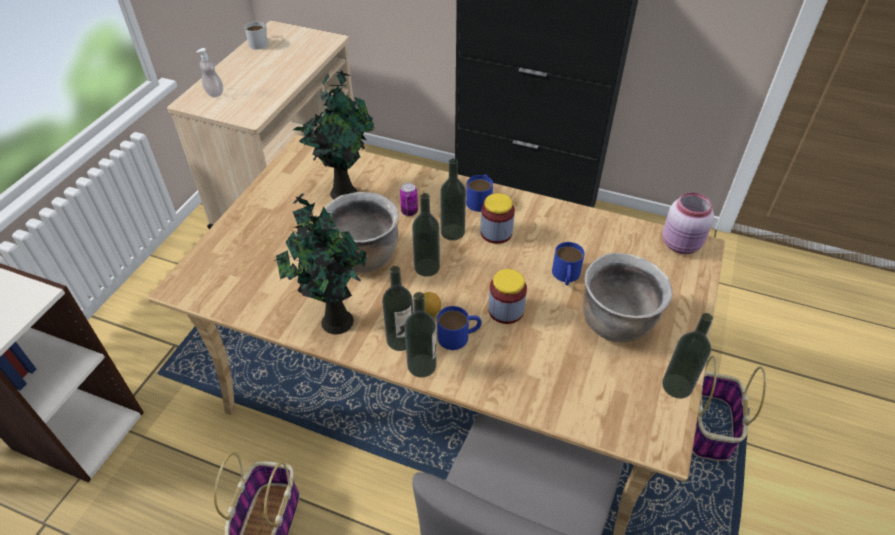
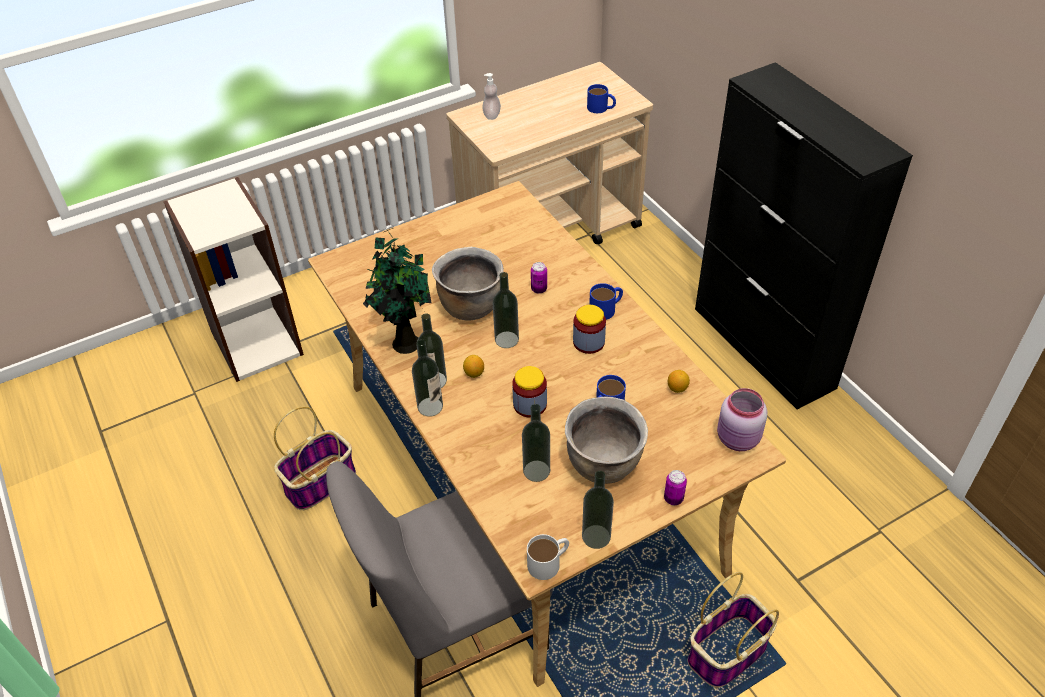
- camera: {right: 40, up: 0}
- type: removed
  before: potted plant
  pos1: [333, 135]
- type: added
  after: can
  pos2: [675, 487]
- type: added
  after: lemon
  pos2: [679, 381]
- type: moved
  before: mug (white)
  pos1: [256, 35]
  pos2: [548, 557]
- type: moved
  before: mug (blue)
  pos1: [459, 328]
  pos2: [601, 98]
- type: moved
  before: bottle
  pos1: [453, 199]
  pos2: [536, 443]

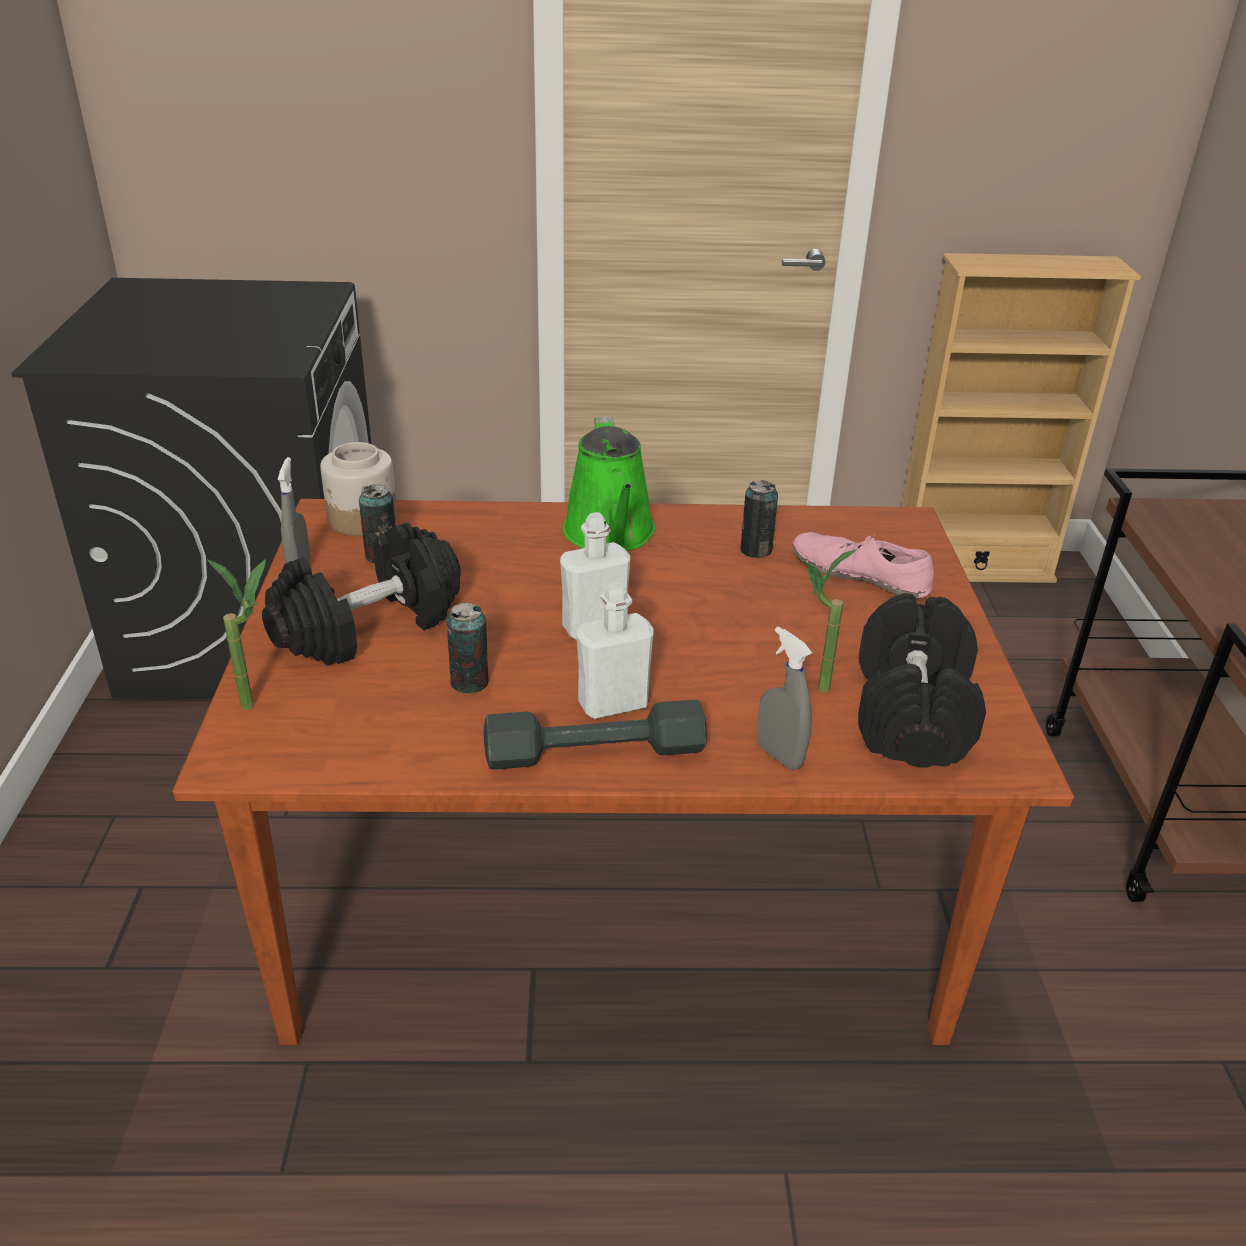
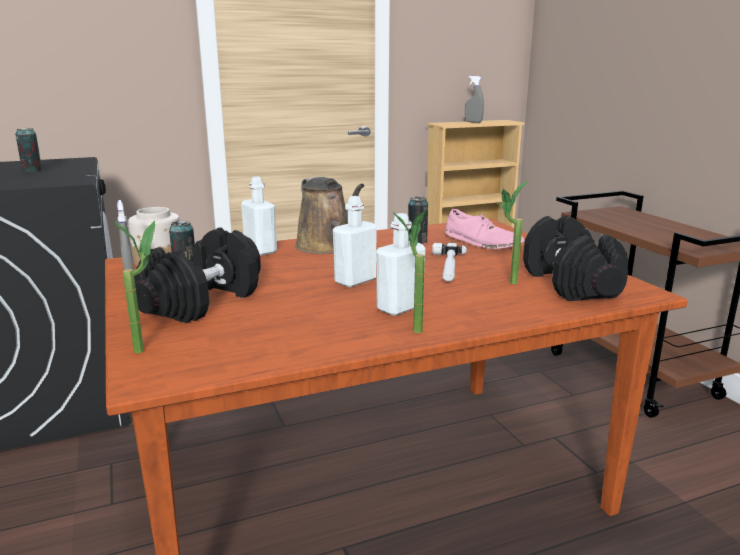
- camera: {right: -20, up: -15}
- type: added
  after: bottle (white)
  pos2: [259, 215]
- type: added
  after: hammer
  pos2: [449, 262]
- type: moved
  before: can
  pos1: [467, 648]
  pos2: [28, 149]
- type: moved
  before: spray bottle (grey)
  pos1: [784, 698]
  pos2: [474, 99]
- type: replaced
  before: dumbbell (grey)
  after: potted plant
  pos1: [595, 735]
  pos2: [409, 271]
- type: recoloured
  before: watering can (green)
  after: watering can (brown)
  pos1: [609, 484]
  pos2: [330, 215]
- type: turned
  before: shoe (pink)
  pos1: [863, 565]
  pos2: [485, 229]
  turn: -150

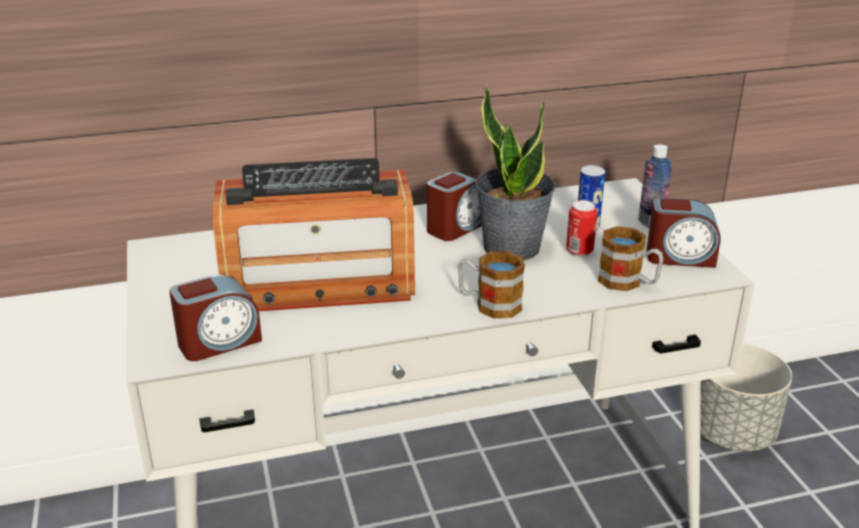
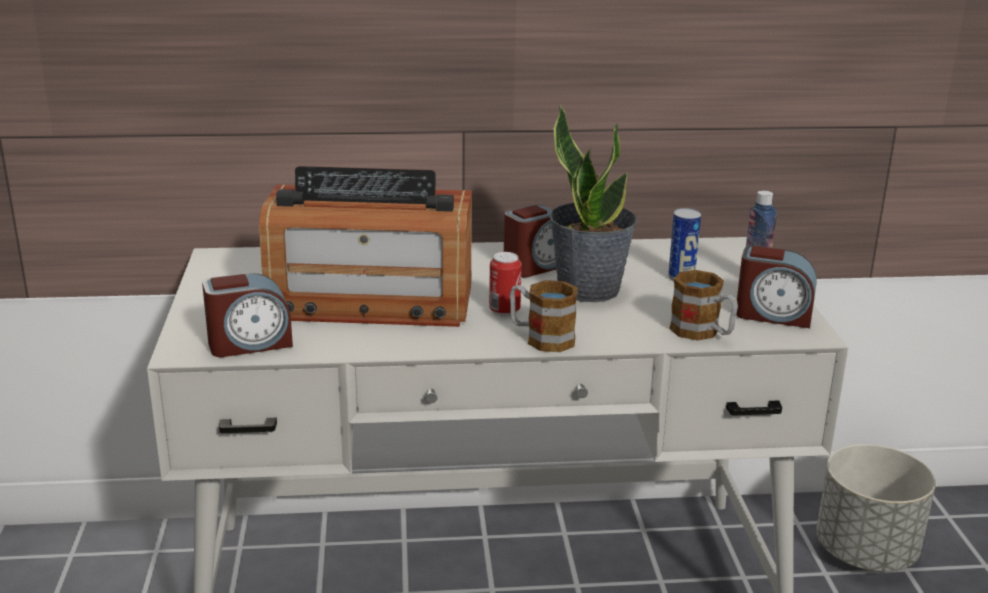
- camera: {right: 10, up: -5}
- type: moved
  before: can
  pos1: [582, 228]
  pos2: [505, 284]

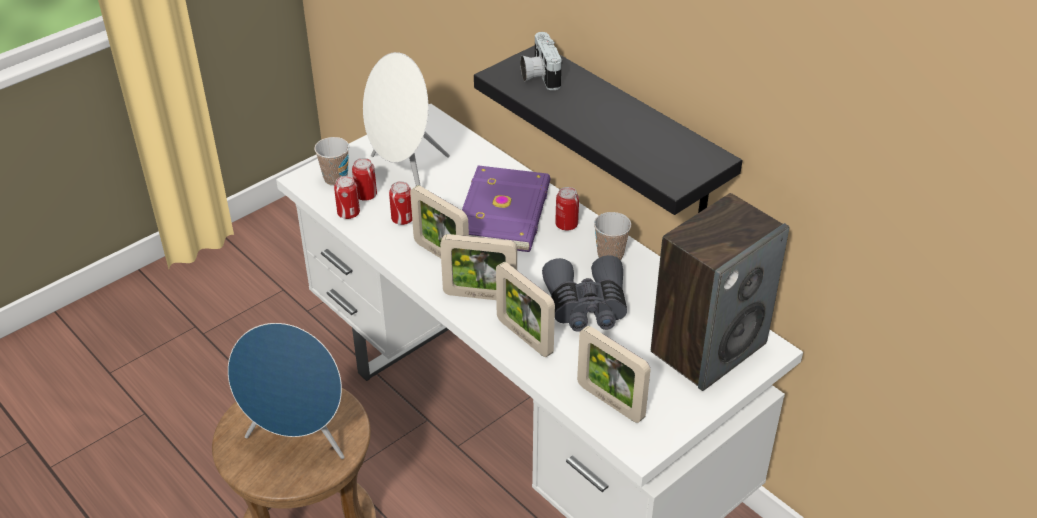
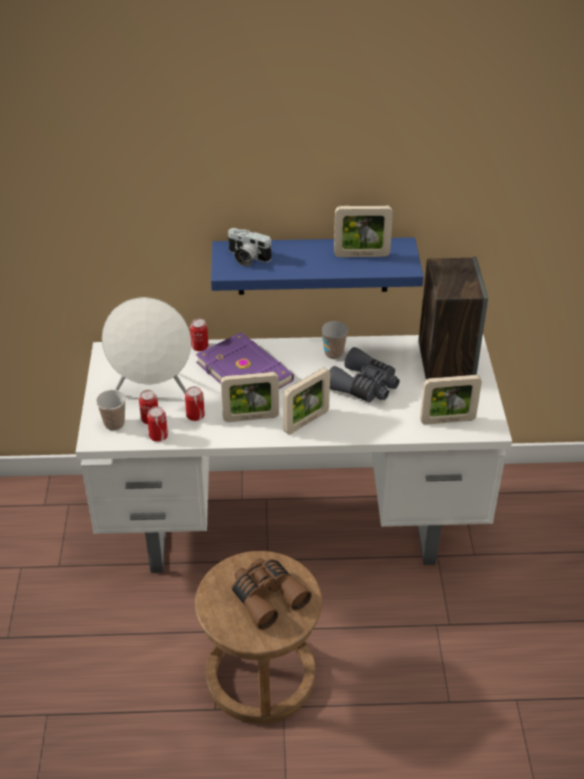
- camera: {right: -50, up: 0}
- type: moved
  before: picture frame
  pos1: [525, 309]
  pos2: [363, 231]
- type: moved
  before: can
  pos1: [567, 209]
  pos2: [199, 335]
- type: replaced
  before: speaker (blue)
  after: binoculars (brown)
  pos1: [286, 391]
  pos2: [272, 594]
- type: recoloured
  before: shelf (black)
  after: shelf (blue)
  pos1: [608, 130]
  pos2: [317, 266]

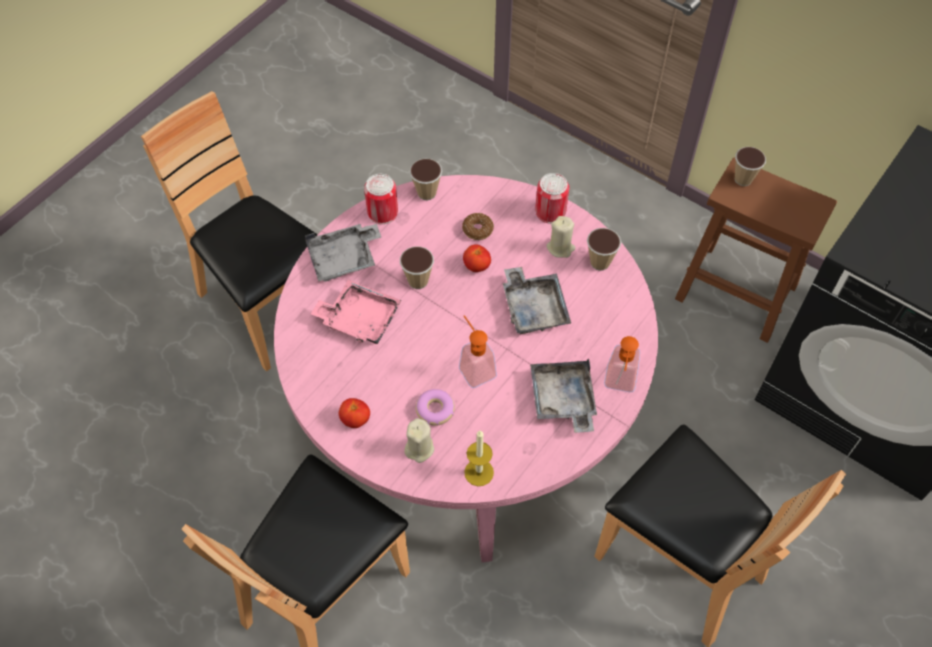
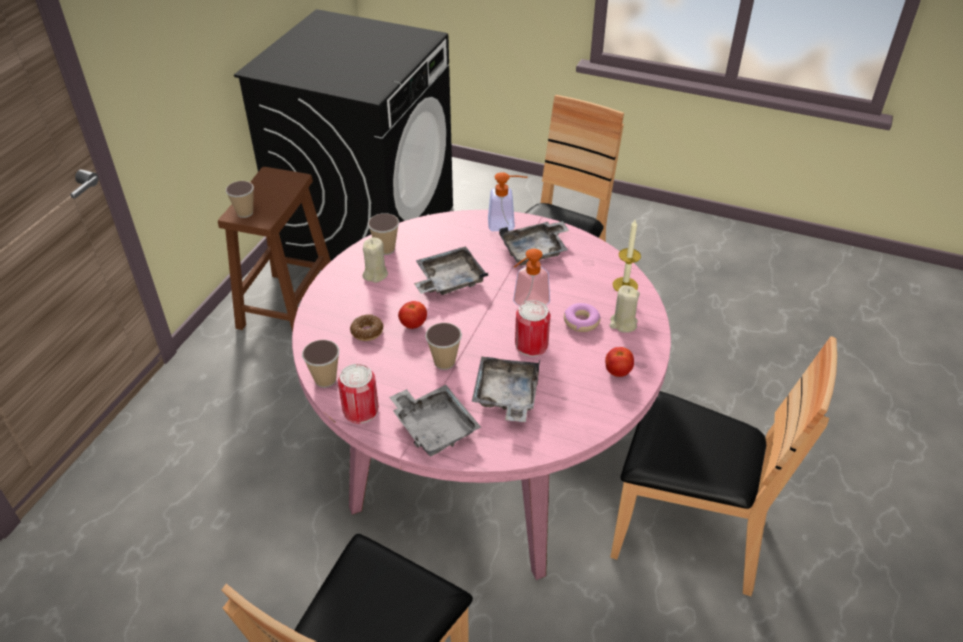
- camera: {right: -105, up: -15}
- type: moved
  before: can
  pos1: [552, 198]
  pos2: [533, 328]
- type: recoloured
  before: tray (pink)
  after: tray (grey)
  pos1: [356, 312]
  pos2: [506, 389]

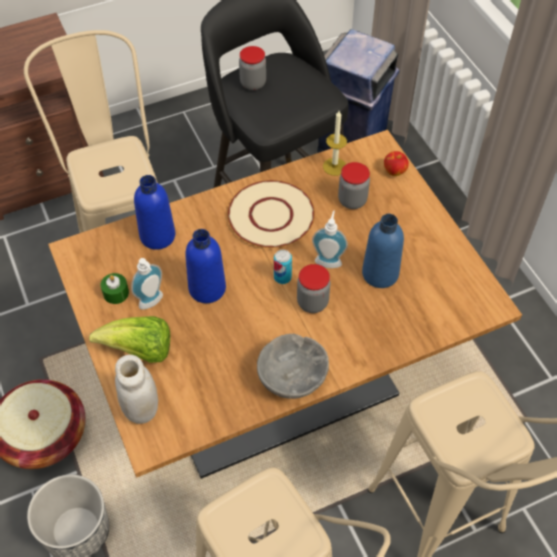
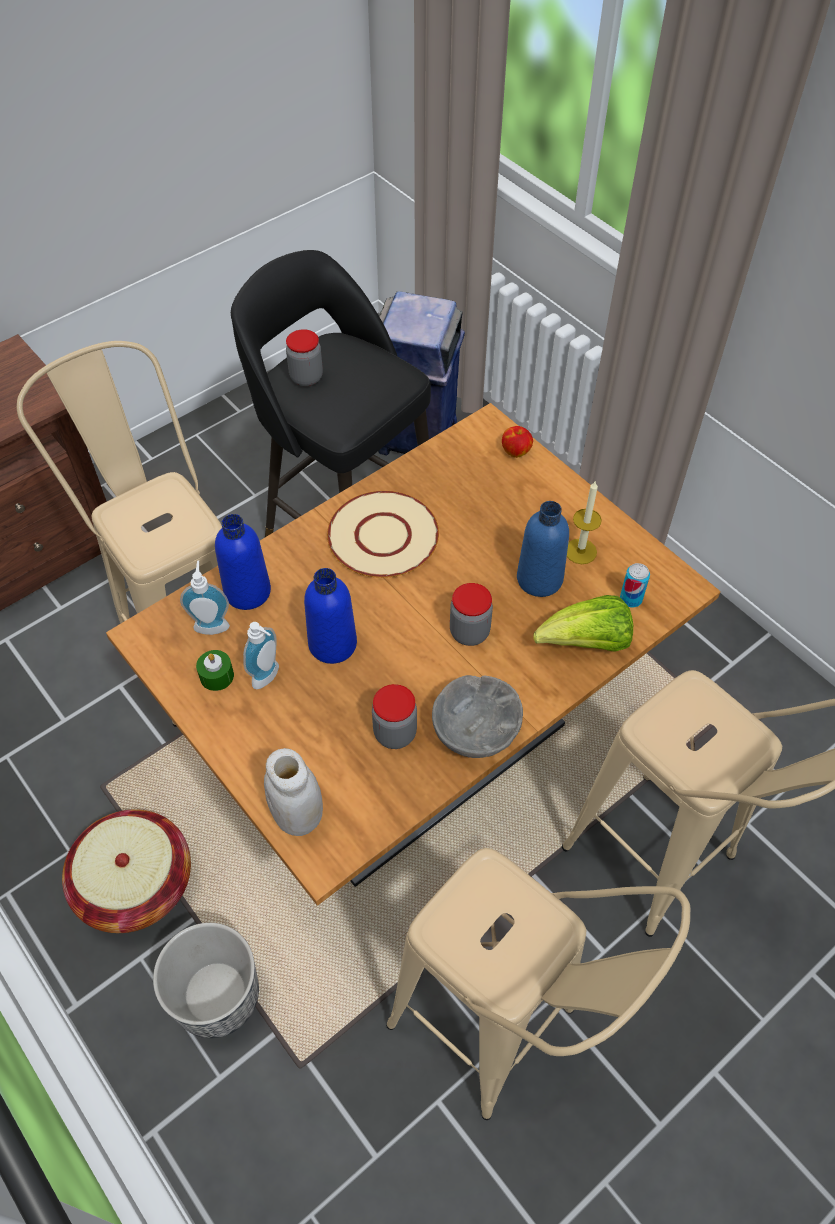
- camera: {right: -15, up: 0}
- type: moved
  before: lettuce
  pos1: [129, 339]
  pos2: [583, 623]
- type: moved
  before: can
  pos1: [283, 267]
  pos2: [635, 585]
- type: moved
  before: soap dispenser
  pos1: [330, 239]
  pos2: [205, 597]
- type: moved
  before: candle
  pos1: [335, 143]
  pos2: [584, 522]
- type: moved
  before: jar
  pos1: [354, 185]
  pos2: [394, 716]

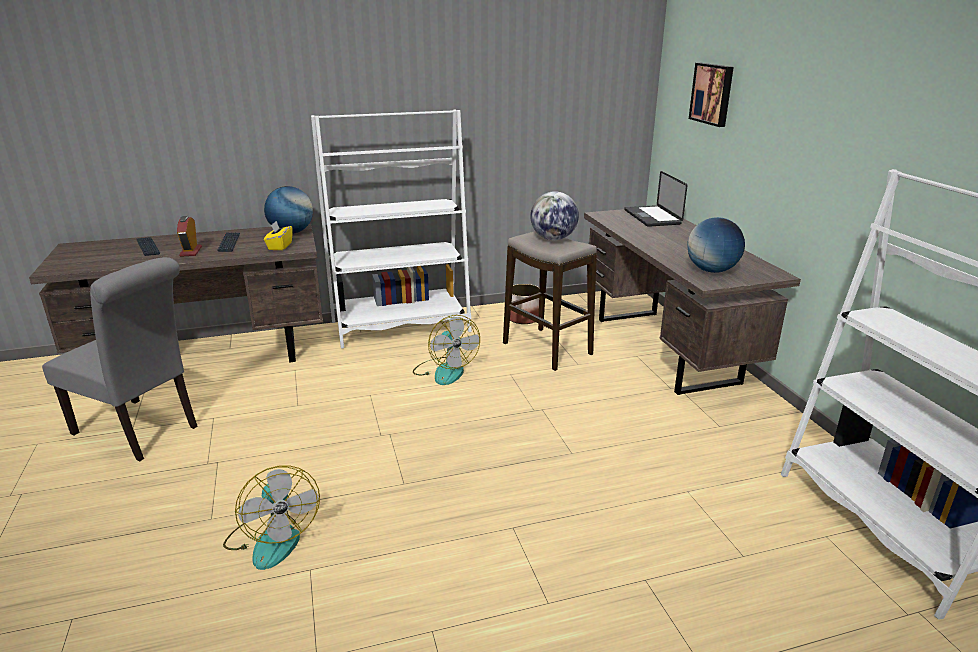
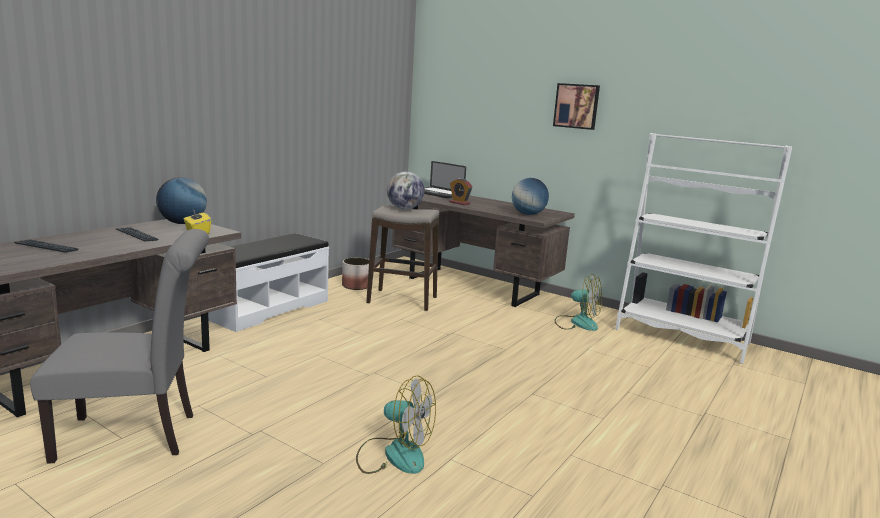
- camera: {right: -40, up: -10}
- type: moved
  before: alarm clock
  pos1: [189, 236]
  pos2: [461, 191]
- type: moved
  before: fan
  pos1: [446, 350]
  pos2: [578, 302]
- type: moved
  before: picture
  pos1: [711, 95]
  pos2: [576, 106]
- type: replaced
  before: bookcase (white)
  after: bench (white)
  pos1: [391, 229]
  pos2: [268, 282]

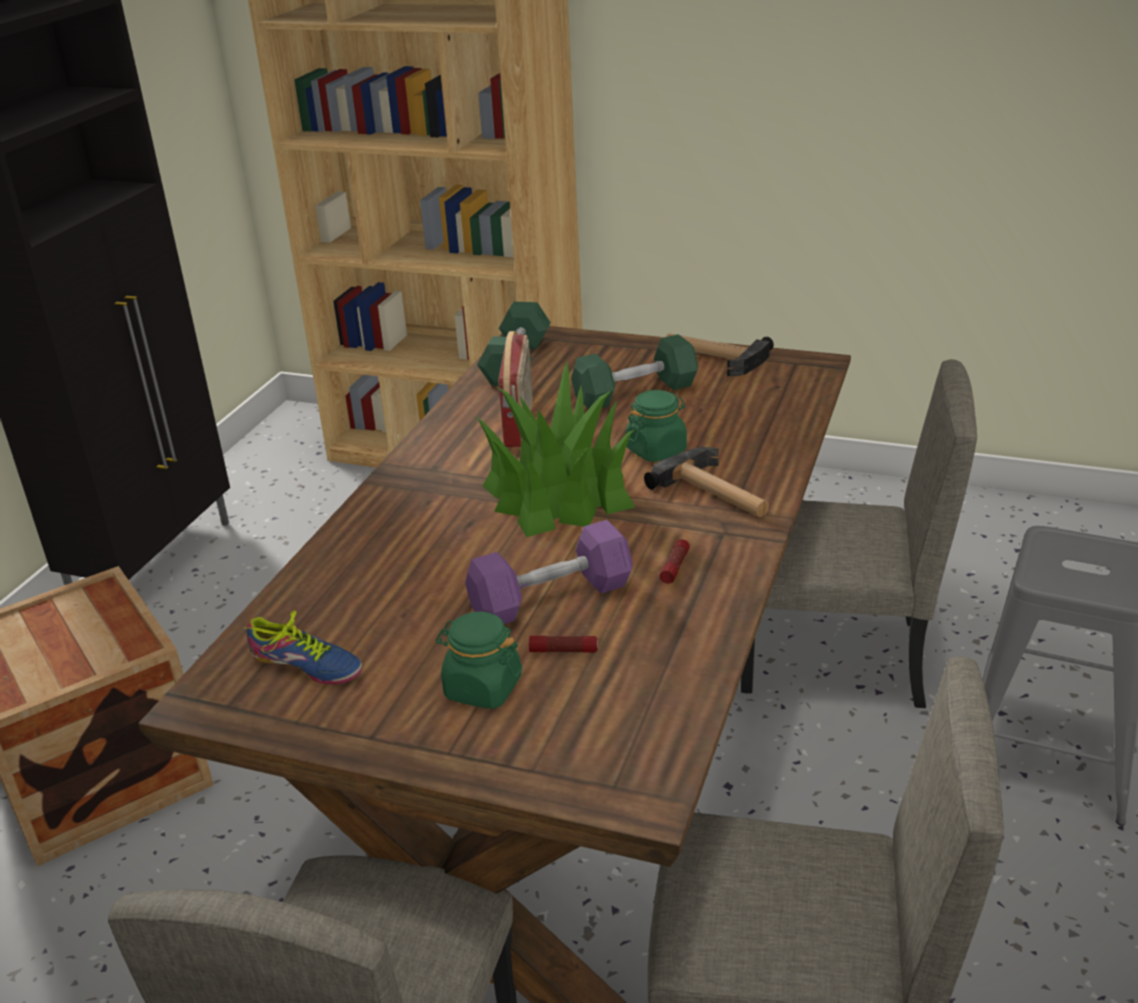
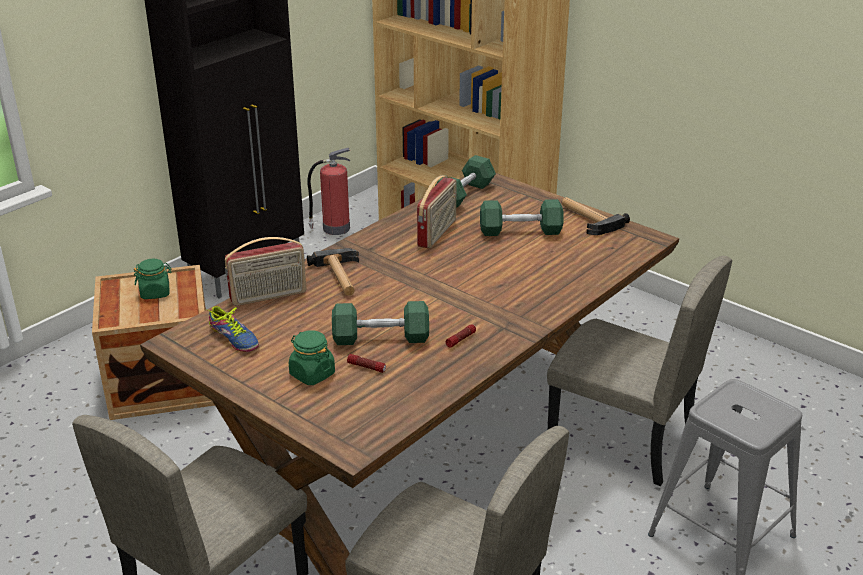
- camera: {right: 20, up: 0}
- type: removed
  before: potted plant
  pos1: [555, 449]
- type: added
  after: radio
  pos2: [265, 271]
- type: added
  after: fire extinguisher
  pos2: [328, 191]
- type: moved
  before: jar (green)
  pos1: [656, 426]
  pos2: [153, 278]
- type: moved
  before: hammer
  pos1: [706, 482]
  pos2: [333, 271]
- type: recoloured
  before: dumbbell (purple)
  after: dumbbell (green)
  pos1: [549, 572]
  pos2: [380, 323]

